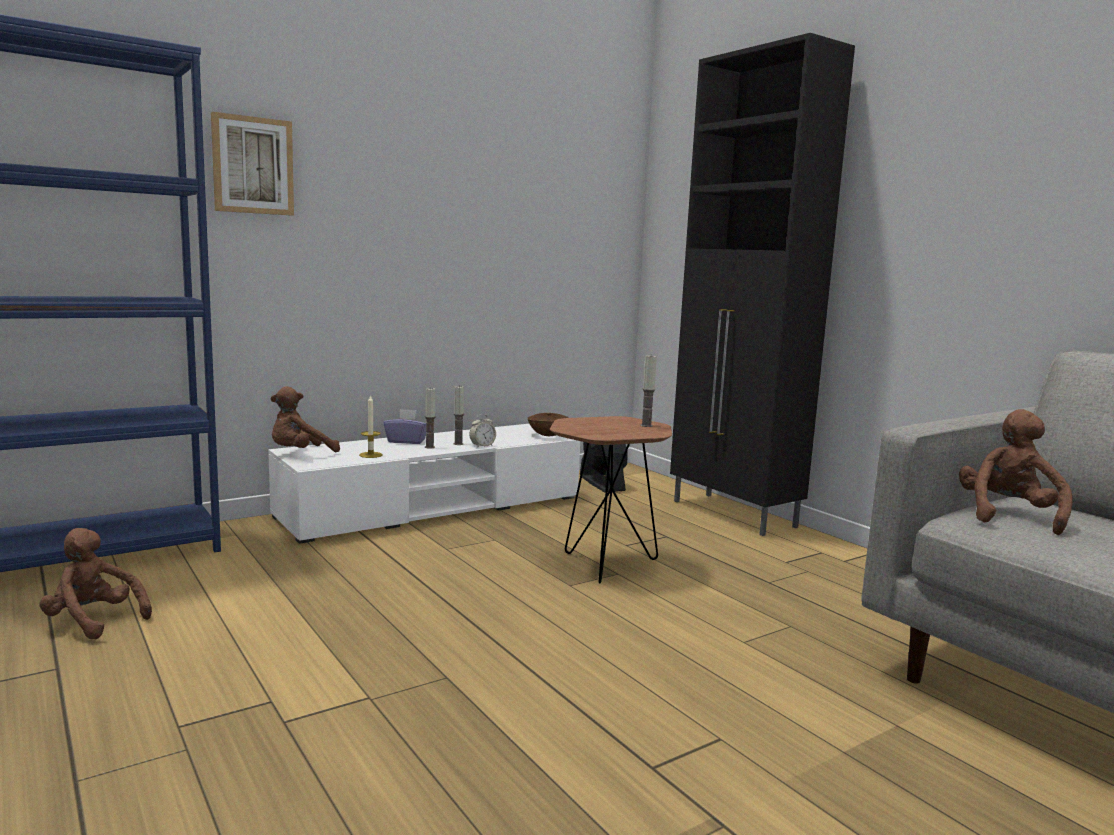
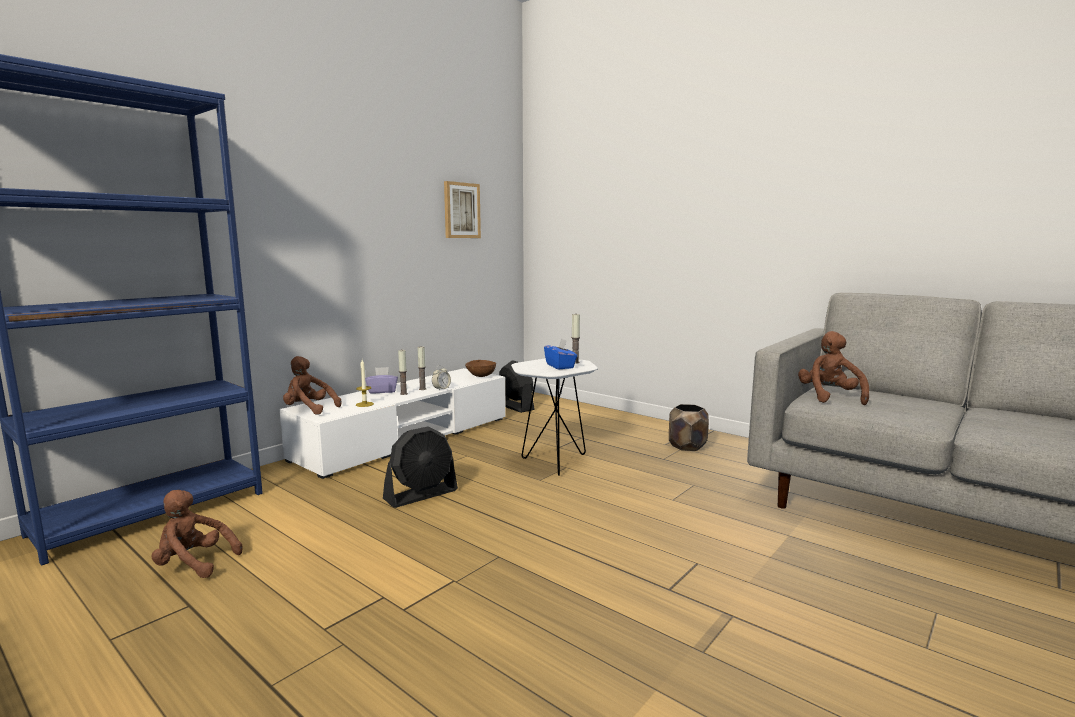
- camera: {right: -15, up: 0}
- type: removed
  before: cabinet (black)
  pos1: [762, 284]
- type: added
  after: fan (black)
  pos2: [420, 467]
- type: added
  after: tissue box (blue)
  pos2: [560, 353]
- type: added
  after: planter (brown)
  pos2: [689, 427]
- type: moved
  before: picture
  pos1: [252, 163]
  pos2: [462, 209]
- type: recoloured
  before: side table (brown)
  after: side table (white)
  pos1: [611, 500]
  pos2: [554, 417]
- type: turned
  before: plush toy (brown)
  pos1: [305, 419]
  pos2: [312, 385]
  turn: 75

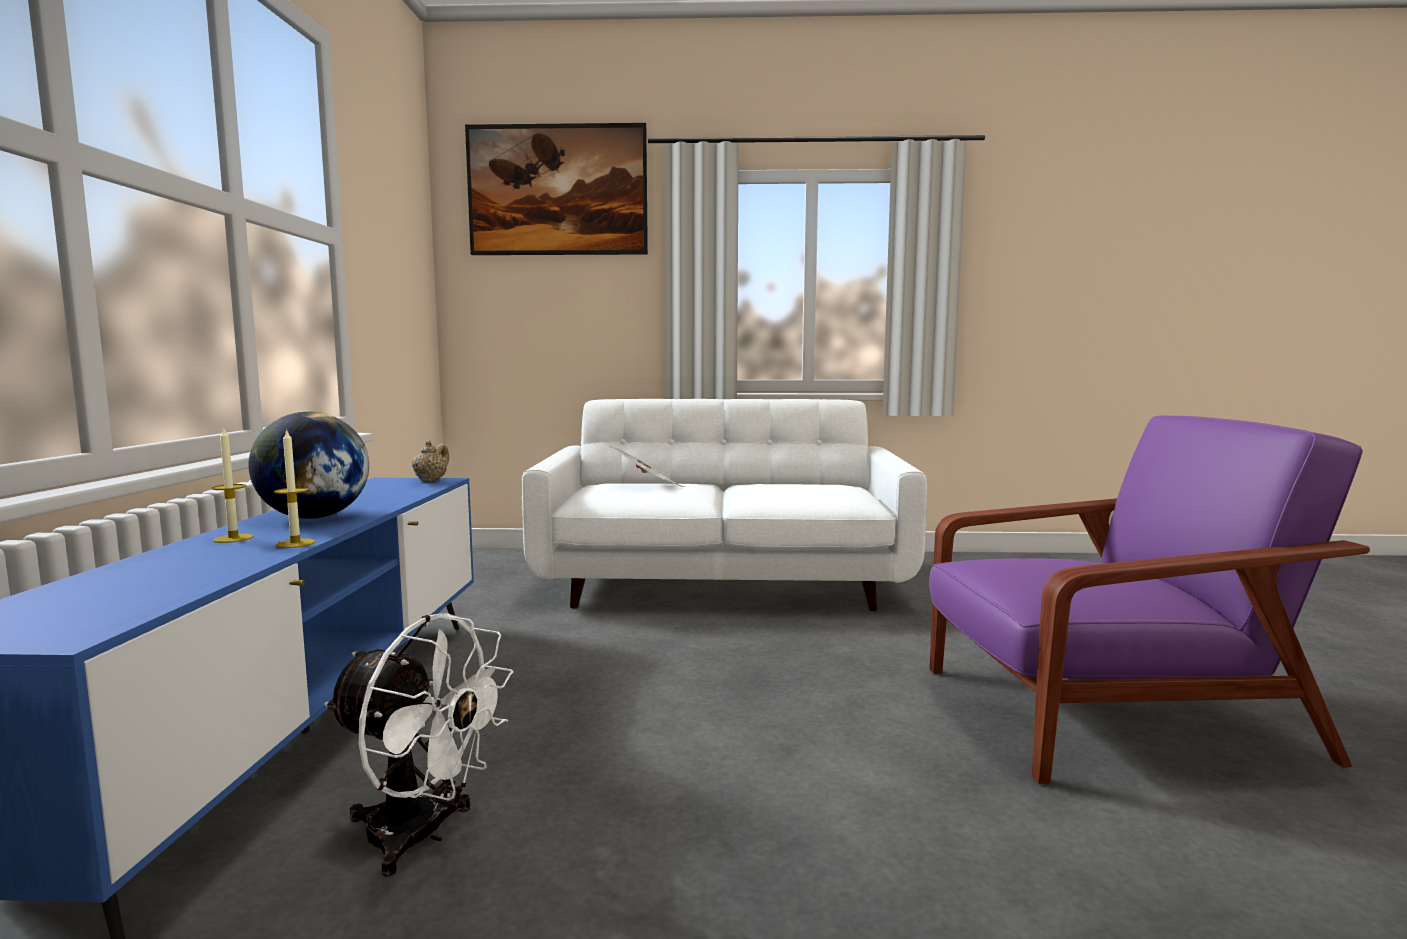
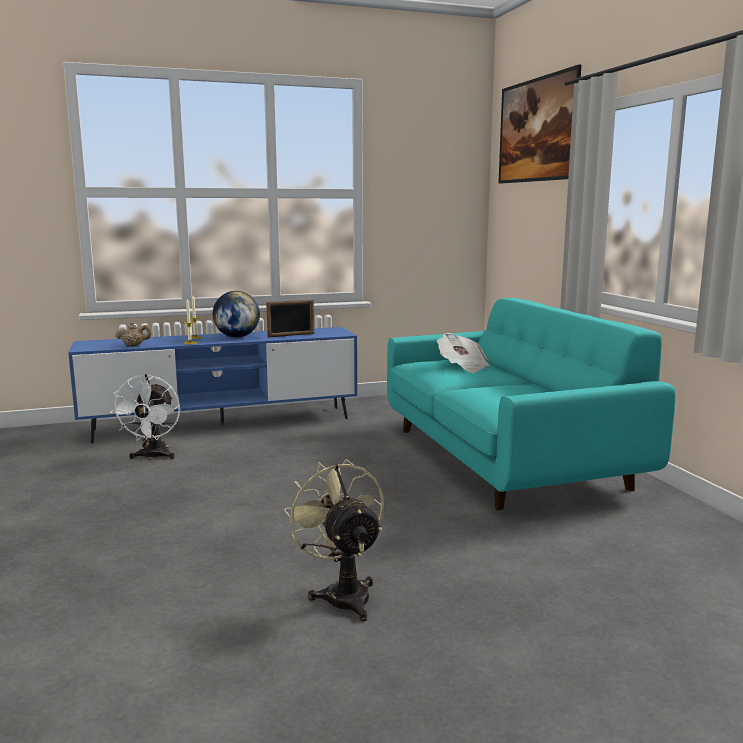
- camera: {right: 70, up: 5}
- type: added
  after: picture frame
  pos2: [290, 318]
- type: moved
  before: teapot (beige)
  pos1: [430, 461]
  pos2: [133, 334]
- type: replaced
  before: armchair (purple)
  after: fan (beige)
  pos1: [1149, 599]
  pos2: [334, 540]
- type: recoloured
  before: sofa (white)
  after: sofa (turquoise)
  pos1: [724, 505]
  pos2: [531, 404]

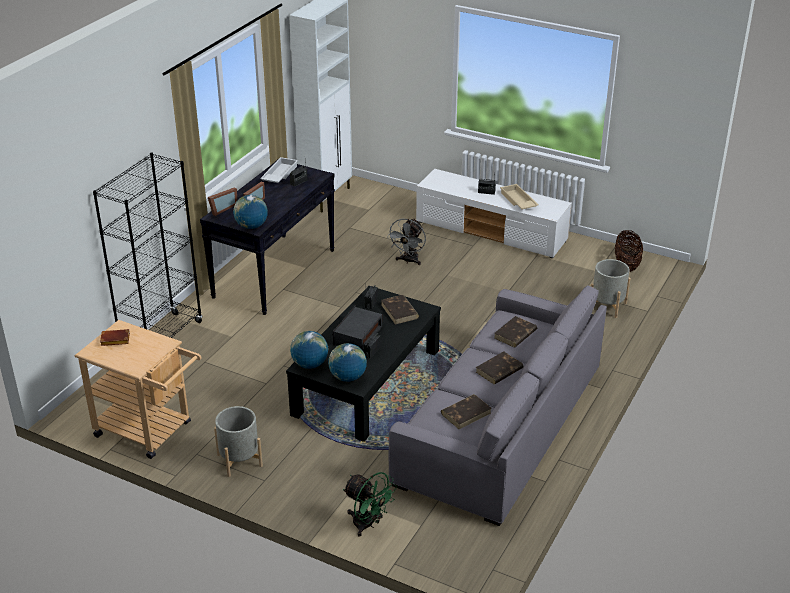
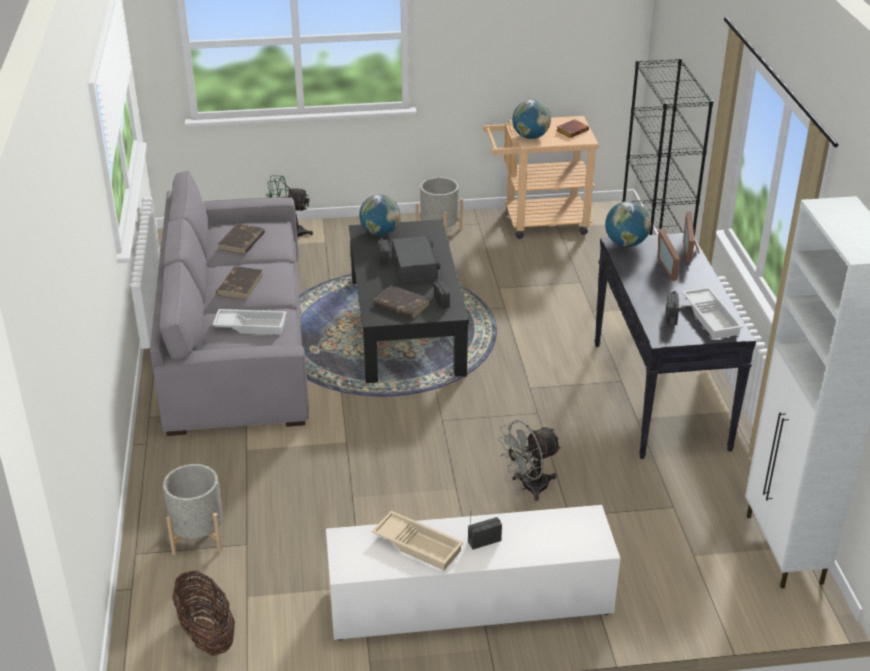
- camera: {right: 145, up: 0}
- type: moved
  before: globe
  pos1: [309, 350]
  pos2: [531, 119]
- type: replaced
  before: book (brown)
  after: tray (white)
  pos1: [515, 332]
  pos2: [250, 322]
- type: turned
  before: fan (grey)
  pos1: [406, 241]
  pos2: [529, 460]
  turn: -105

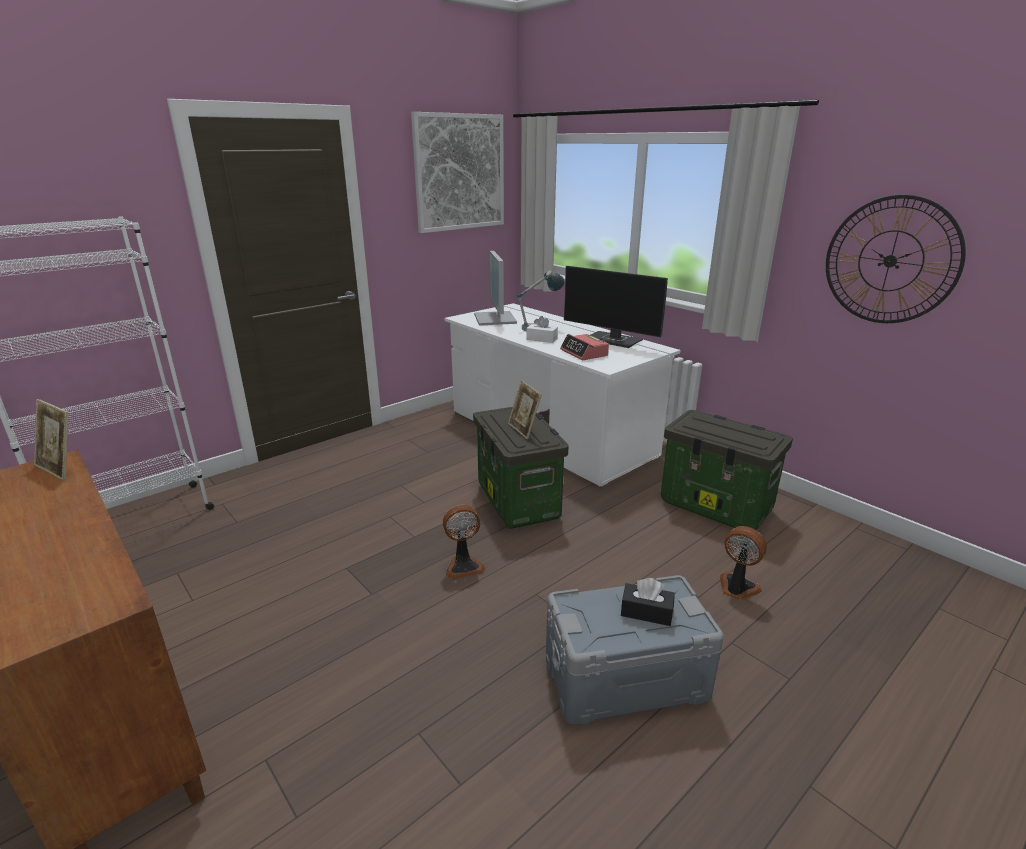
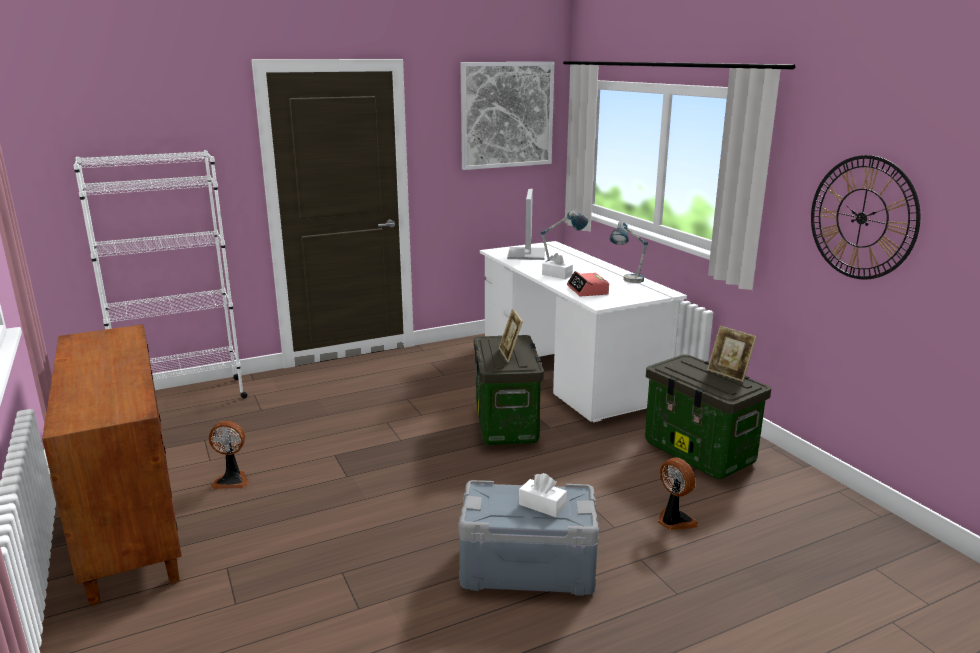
- camera: {right: 15, up: -5}
- type: moved
  before: picture frame
  pos1: [51, 439]
  pos2: [732, 354]
- type: moved
  before: fan
  pos1: [464, 542]
  pos2: [229, 455]
- type: replaced
  before: monitor
  after: table lamp
  pos1: [616, 307]
  pos2: [629, 252]
- type: recoloured
  before: tissue box (black)
  after: tissue box (white)
  pos1: [648, 602]
  pos2: [543, 495]

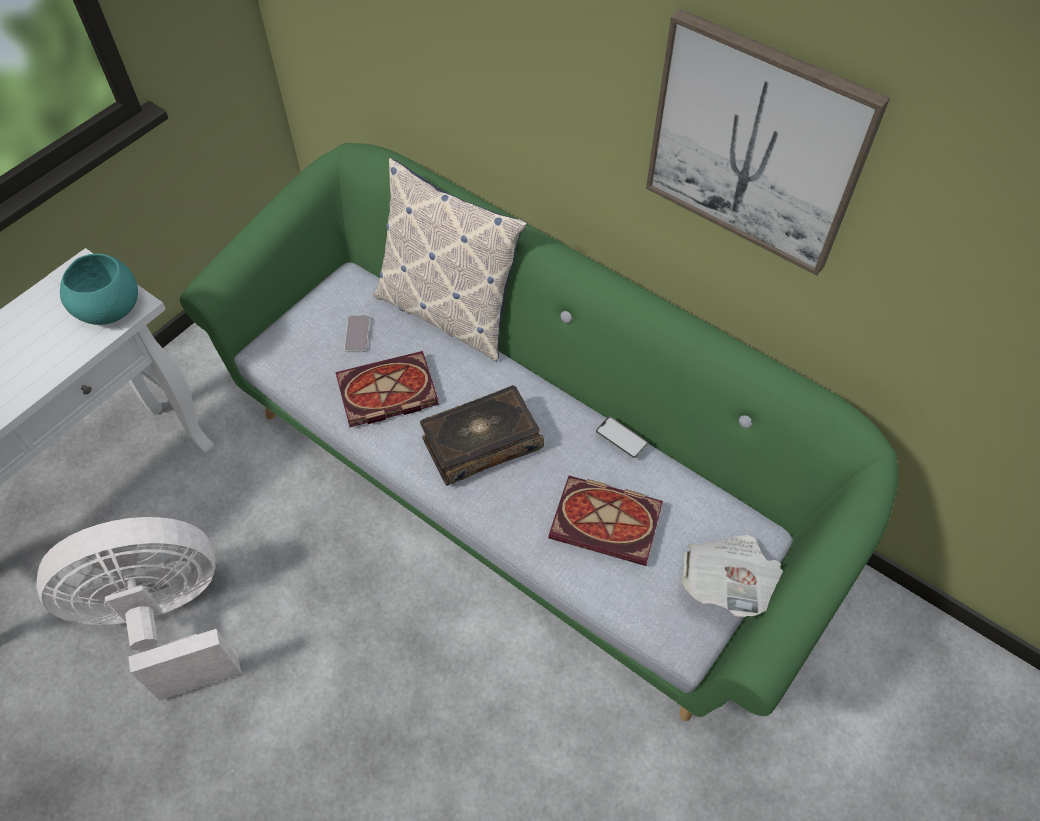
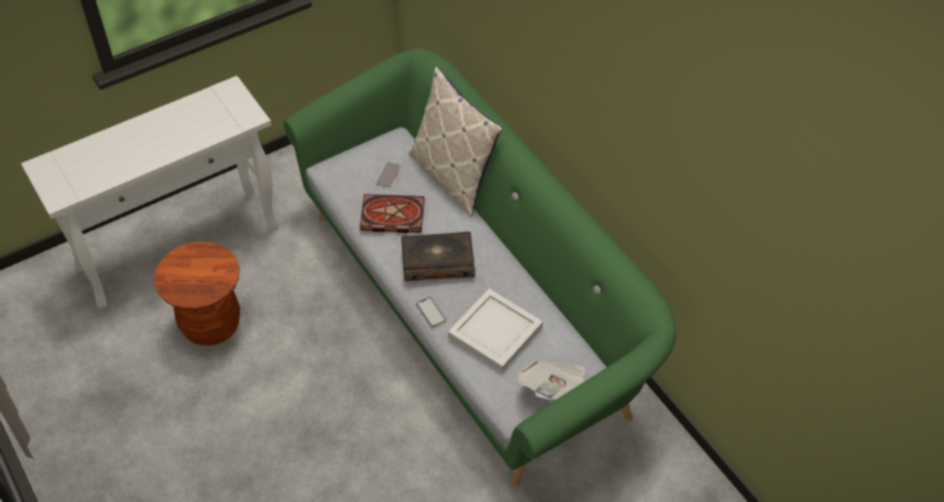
- camera: {right: 20, up: -5}
- type: removed
  before: bowl (turquoise)
  pos1: [99, 289]
- type: removed
  before: picture
  pos1: [768, 142]
- type: moved
  before: phone
  pos1: [622, 437]
  pos2: [431, 312]
- type: replaced
  before: fan (white)
  after: stool (brown)
  pos1: [138, 609]
  pos2: [197, 293]
- type: replaced
  before: book
  after: tray (white)
  pos1: [605, 521]
  pos2: [495, 330]

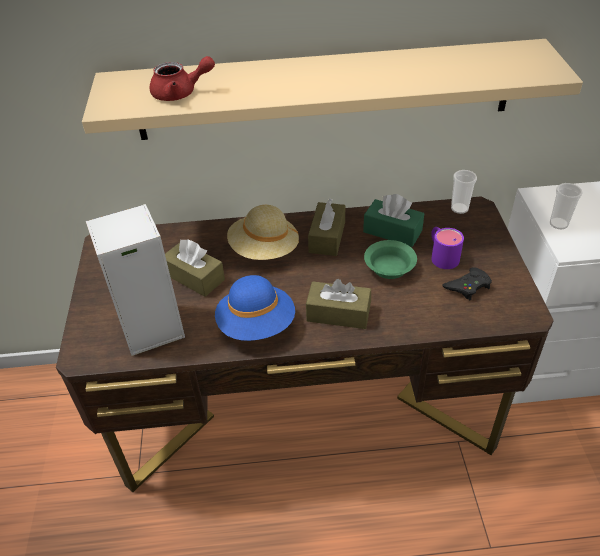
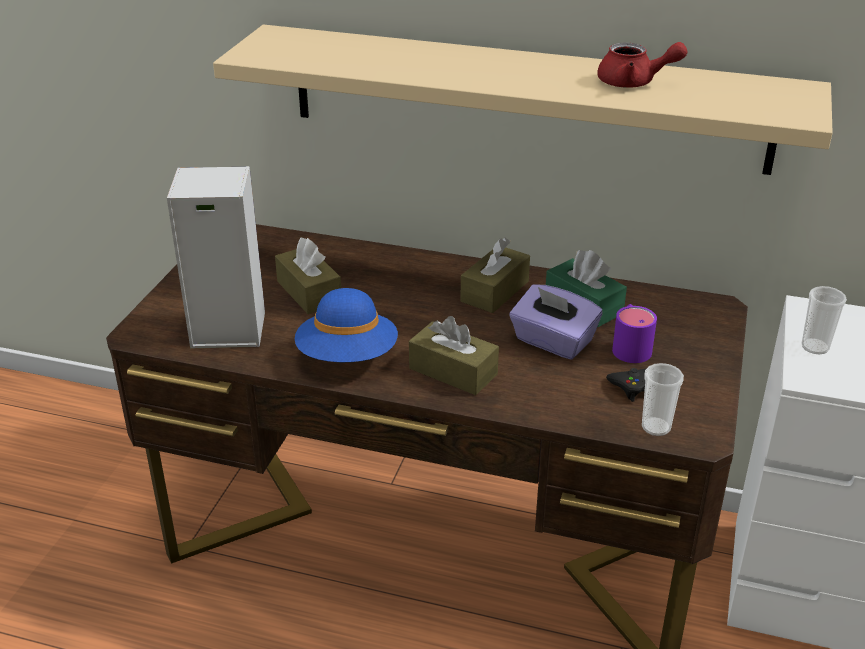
- camera: {right: 20, up: -10}
- type: removed
  before: hat (beige)
  pos1: [263, 232]
- type: moved
  before: teapot (red)
  pos1: [182, 78]
  pos2: [642, 65]
- type: moved
  before: cup
  pos1: [464, 192]
  pos2: [663, 399]
- type: replaced
  before: bowl (green)
  after: tissue box (purple)
  pos1: [390, 259]
  pos2: [556, 322]

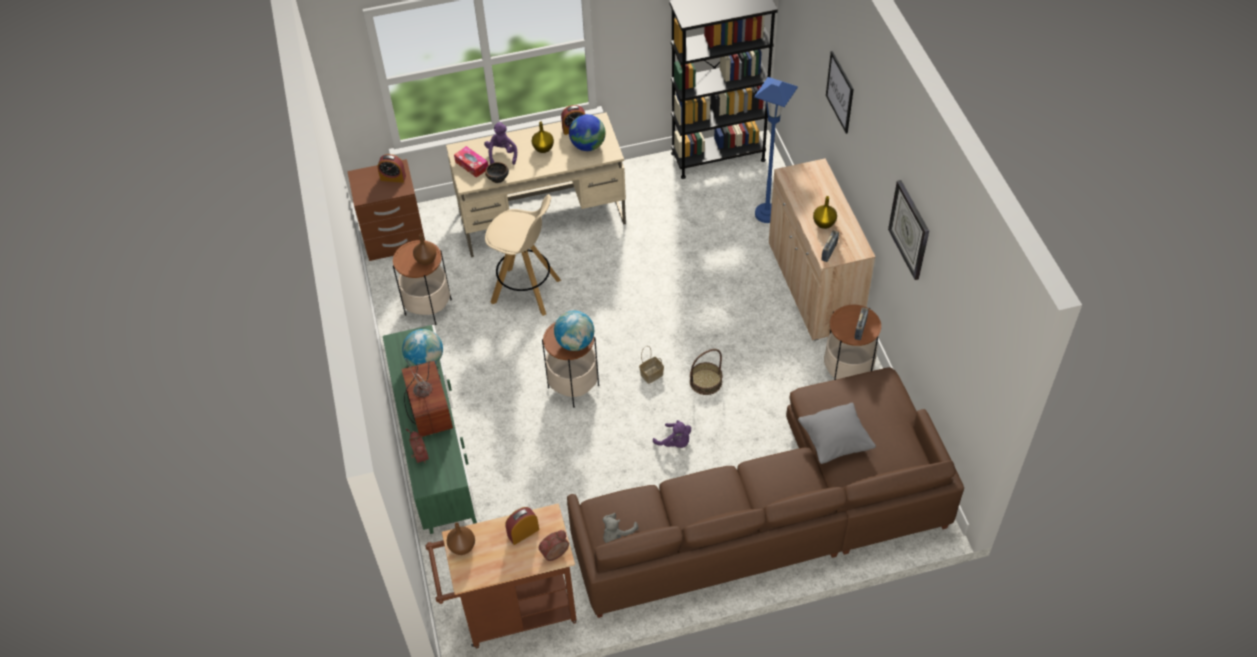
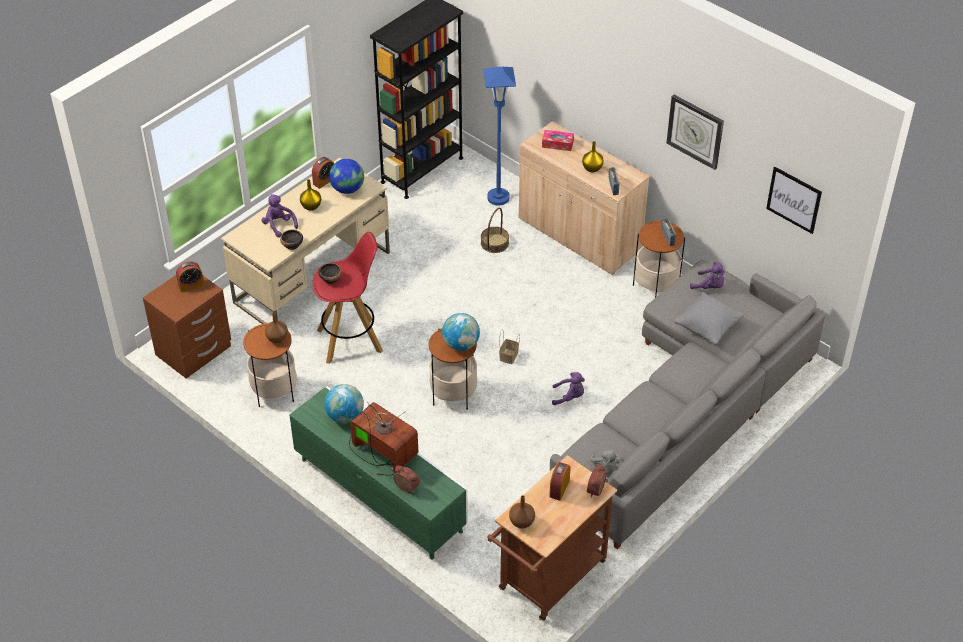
- camera: {right: -35, up: -5}
- type: added
  after: bowl
  pos2: [330, 273]
- type: added
  after: plush toy (purple)
  pos2: [707, 275]
- type: moved
  before: tissue box
  pos1: [471, 162]
  pos2: [558, 140]
- type: moved
  before: basket
  pos1: [706, 372]
  pos2: [495, 230]
- type: moved
  before: picture
  pos1: [840, 92]
  pos2: [794, 200]
- type: recoloured
  before: stool (beige)
  after: stool (red)
  pos1: [523, 255]
  pos2: [348, 298]
- type: recoloured
  before: sofa (brown)
  after: sofa (grey)
  pos1: [765, 492]
  pos2: [688, 405]

